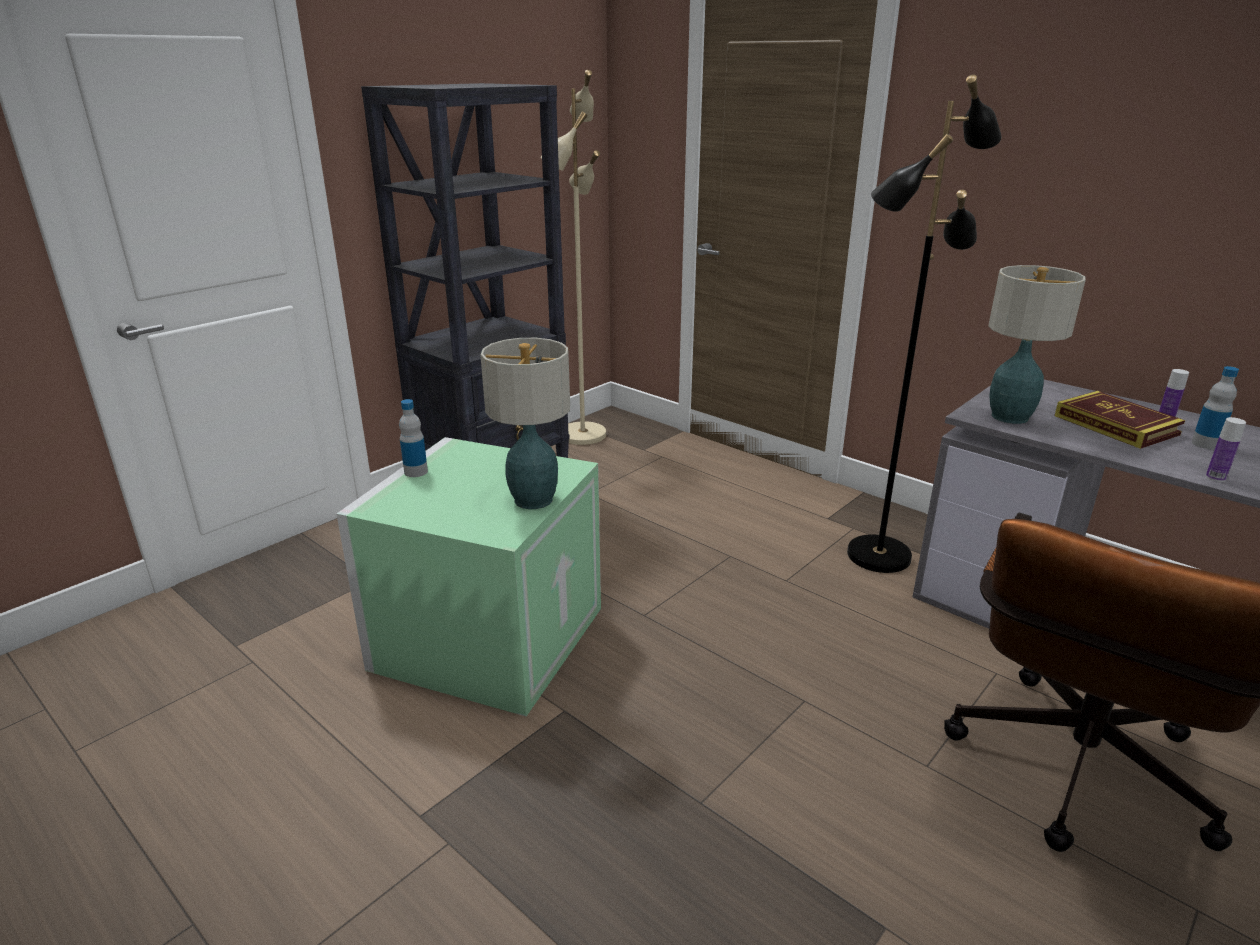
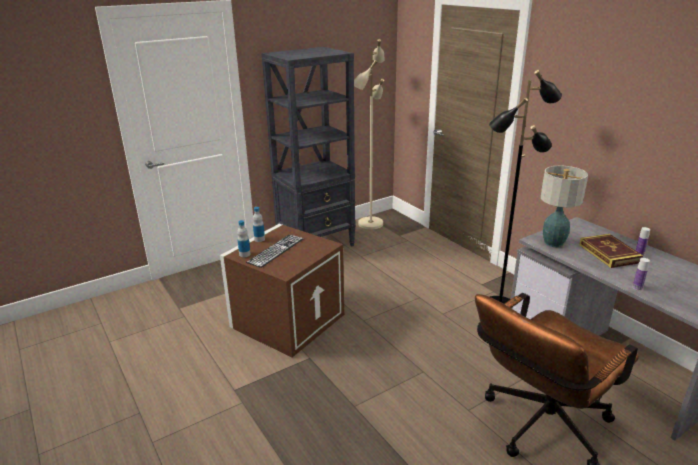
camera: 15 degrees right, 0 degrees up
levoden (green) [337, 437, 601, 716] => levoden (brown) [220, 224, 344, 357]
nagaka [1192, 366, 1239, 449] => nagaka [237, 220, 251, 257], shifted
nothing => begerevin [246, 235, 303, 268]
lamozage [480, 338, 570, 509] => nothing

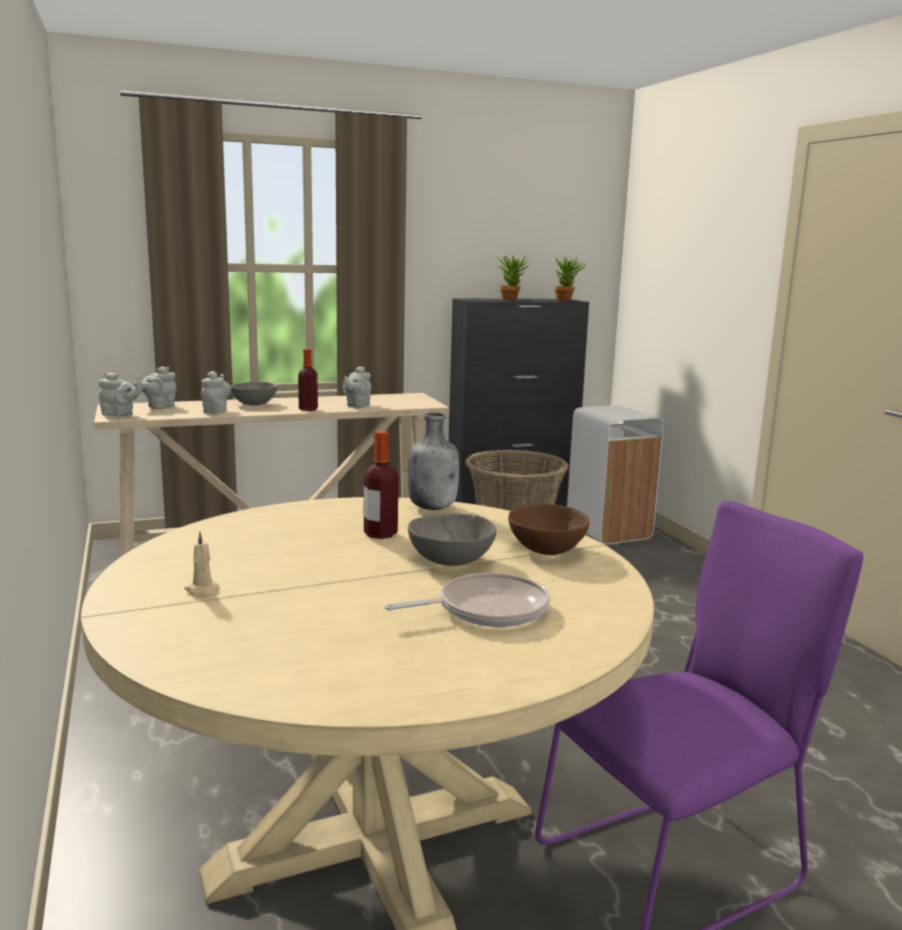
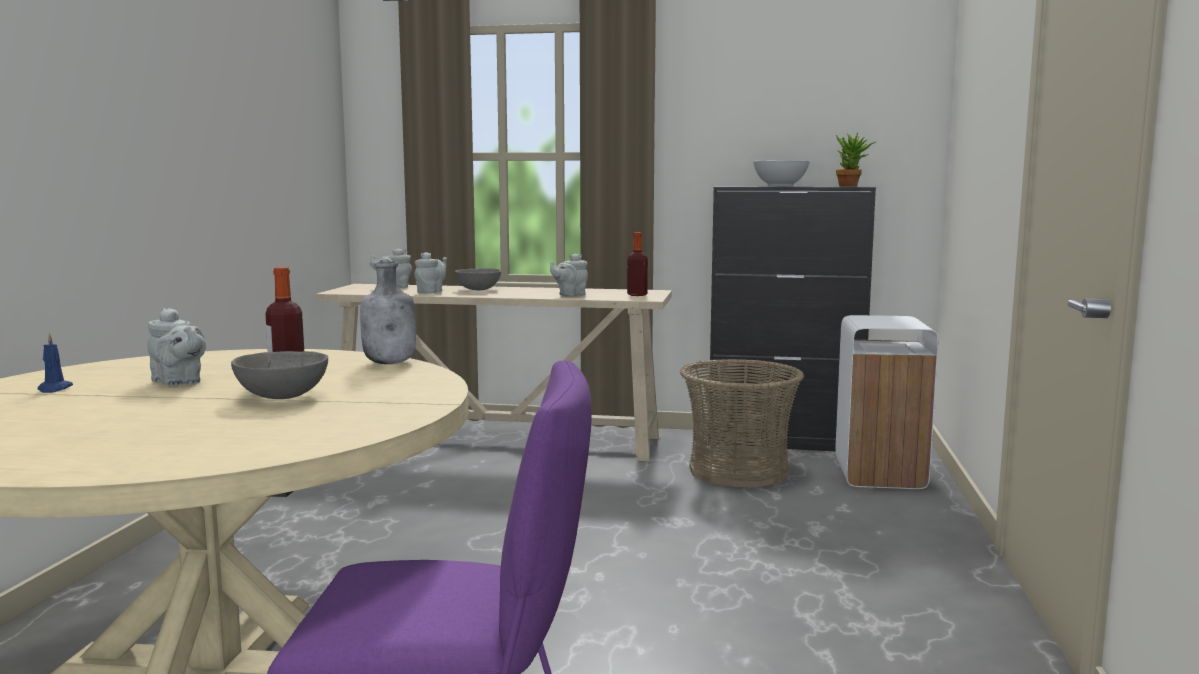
camera: 30 degrees right, 5 degrees down
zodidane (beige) [184, 532, 220, 598] => zodidane (blue) [38, 333, 73, 393]
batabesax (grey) [99, 372, 142, 416] => batabesax (grey) [148, 308, 206, 385], shifted
nagaka [298, 349, 318, 411] => nagaka [627, 232, 648, 296], shifted
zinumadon [497, 255, 529, 300] => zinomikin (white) [753, 160, 810, 186]
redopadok [385, 573, 550, 627] => nothing
zinomikin (brown) [508, 504, 590, 555] => nothing

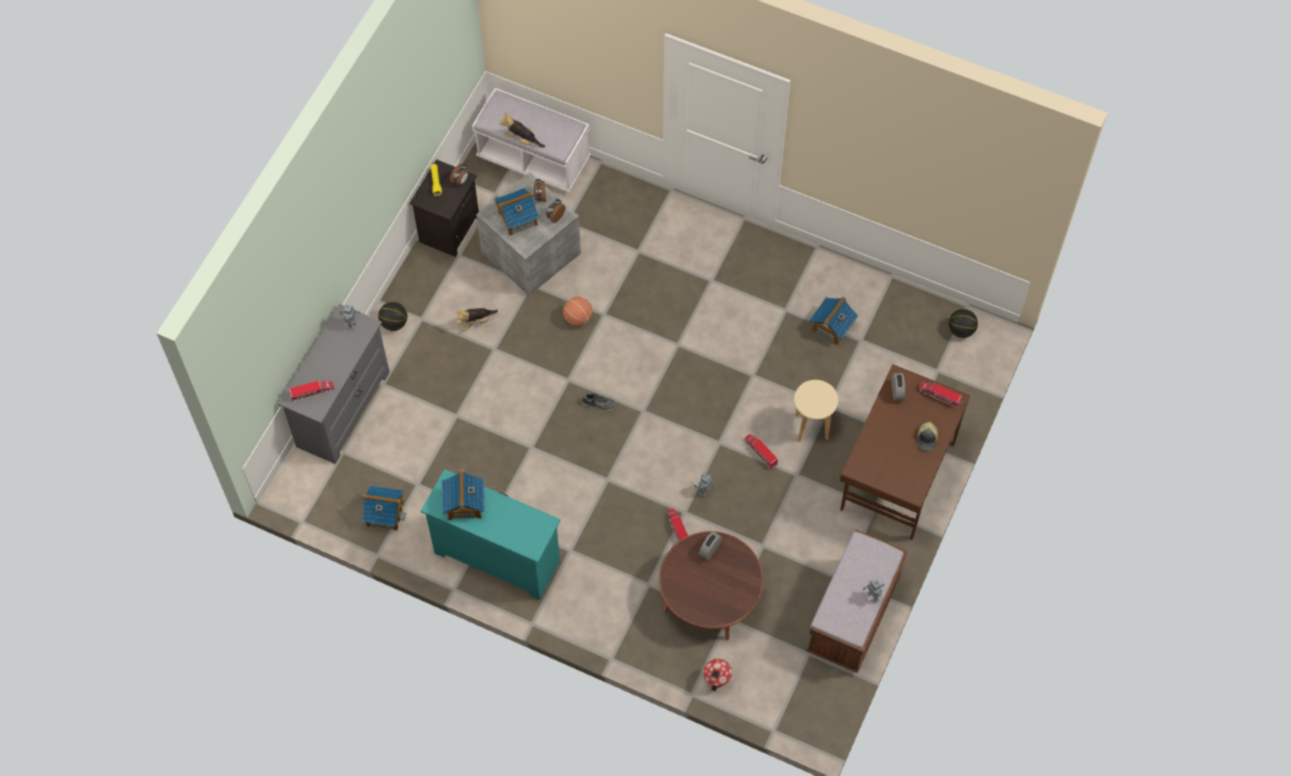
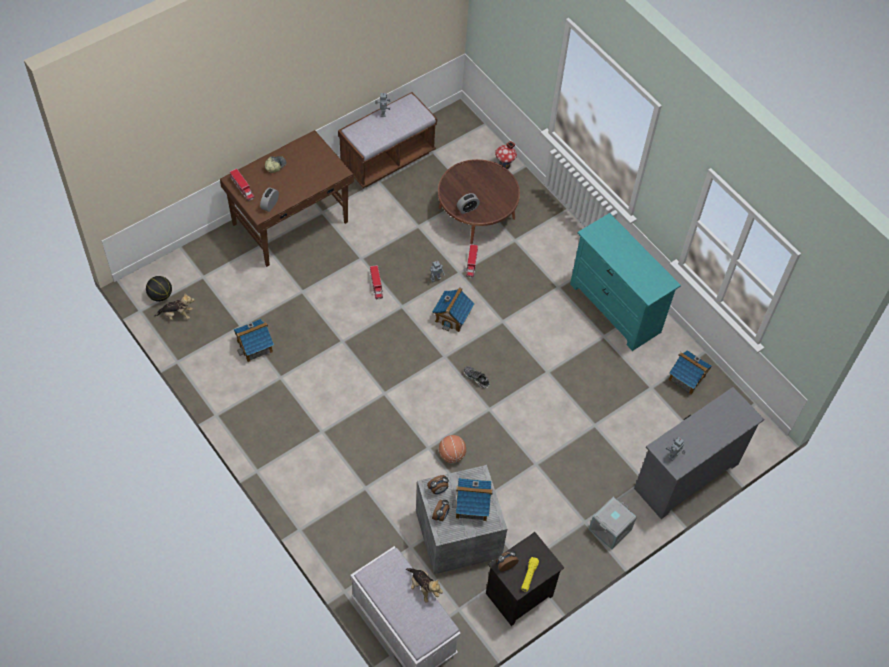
camera: 155 degrees left, 5 degrees down
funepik [456, 308, 498, 331] => funepik [155, 293, 195, 320], shifted
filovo [442, 470, 484, 520] => filovo [432, 287, 475, 332], shifted
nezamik [378, 302, 407, 331] => levoden (grey) [589, 497, 637, 549]
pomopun [289, 380, 334, 402] => nothing
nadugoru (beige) [794, 380, 838, 442] => nothing

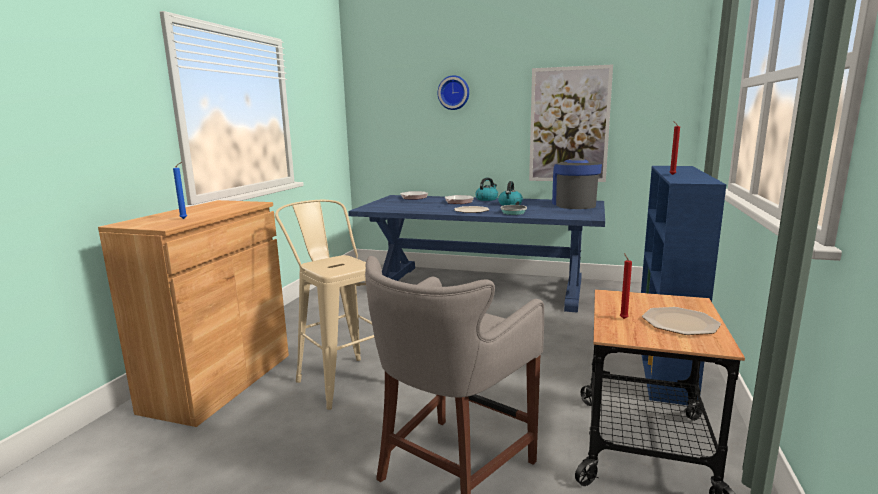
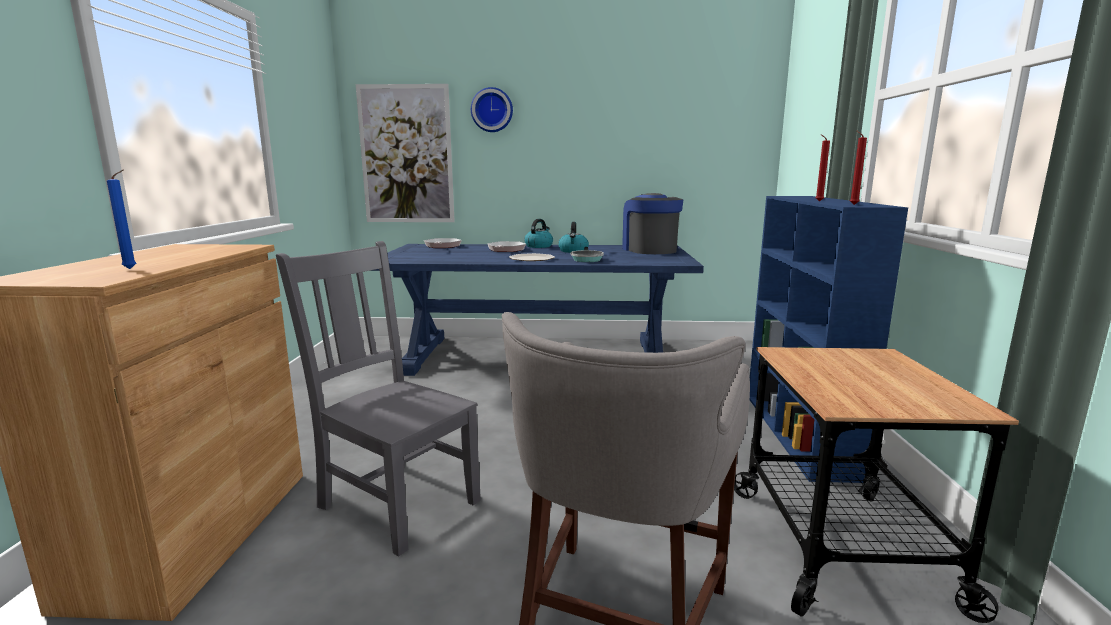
camera: 15 degrees left, 0 degrees up
nadugoru (beige) [275, 200, 374, 410] => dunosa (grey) [276, 241, 481, 557]
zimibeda [529, 64, 613, 182] => zimibeda [356, 84, 455, 222], shifted
zodidane (red) [620, 253, 632, 319] => zodidane (red) [850, 130, 867, 205], shifted
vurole [642, 307, 721, 335] => nothing

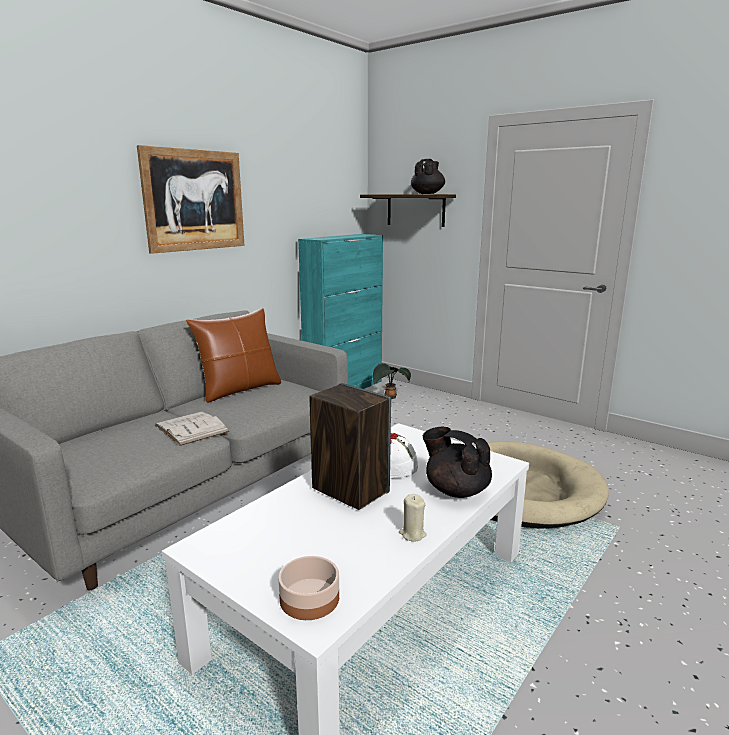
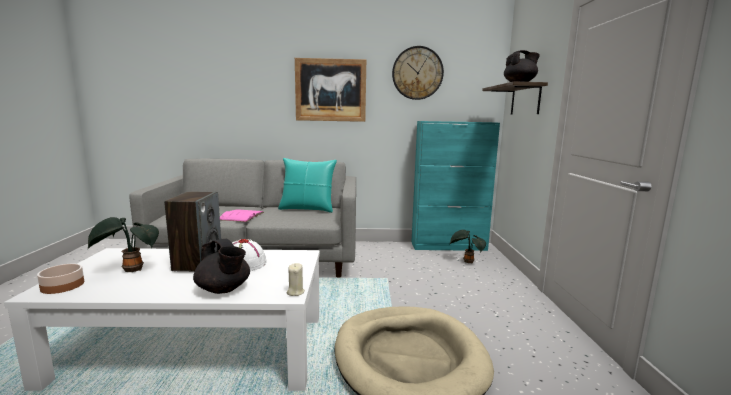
camera: 50 degrees right, 5 degrees down
nothing => zinumadon [88, 217, 159, 272]
batabesax (black) [423, 426, 492, 498] => batabesax (black) [193, 239, 250, 294], 135 degrees clockwise
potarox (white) [155, 411, 230, 446] => potarox (pink) [220, 209, 264, 222]
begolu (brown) [186, 308, 281, 403] => begolu (turquoise) [278, 158, 337, 213]
zodidane (beige) [399, 494, 427, 542] => zodidane (beige) [287, 263, 305, 296], shifted
nothing => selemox [392, 46, 444, 100]

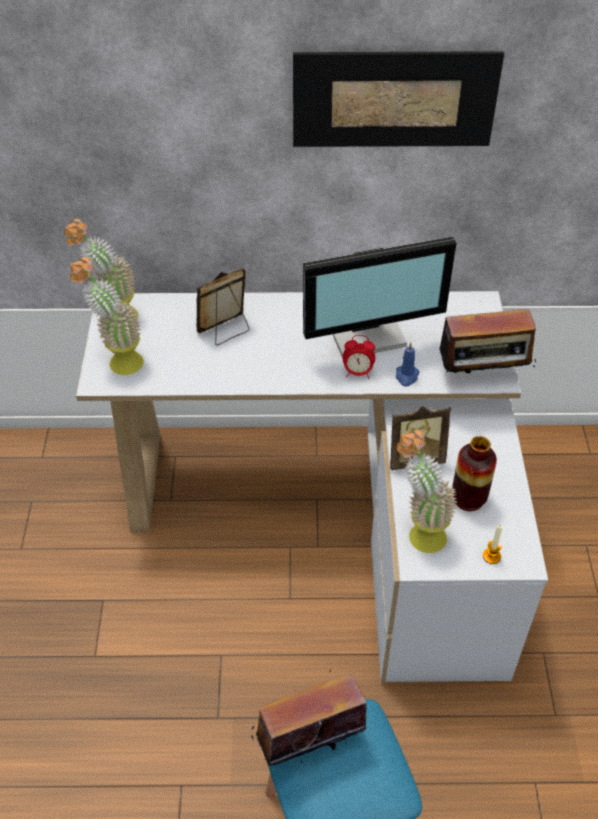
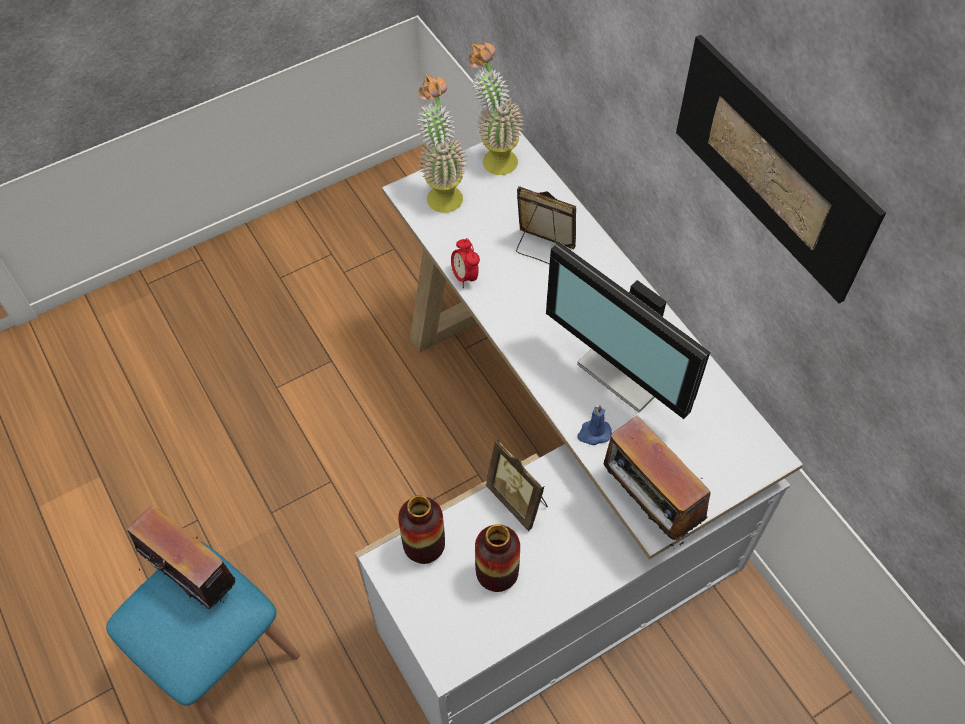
camera: 60 degrees right, 10 degrees up
zinumadon [397, 430, 458, 553] => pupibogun [398, 495, 445, 564]
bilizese [343, 335, 375, 379] => bilizese [451, 238, 480, 288], shifted
zodidane [483, 525, 502, 564] => nothing

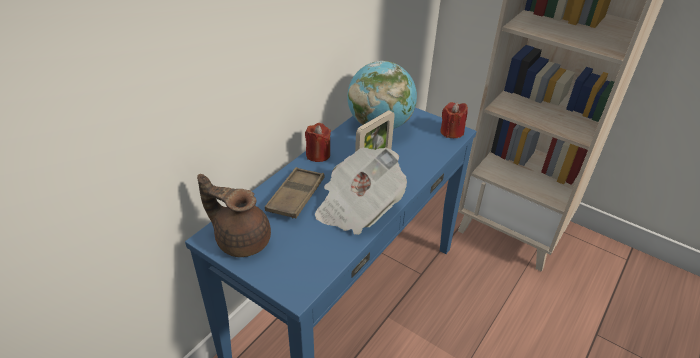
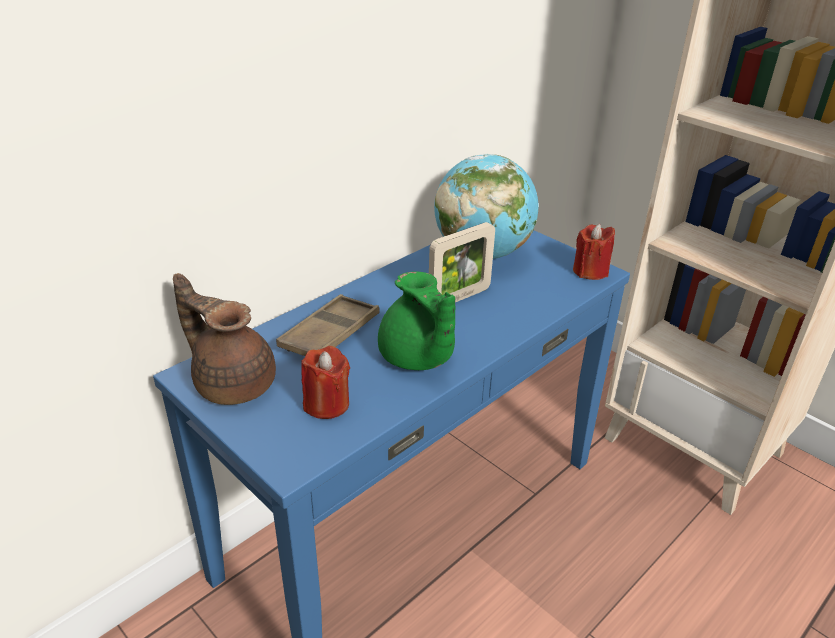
camera: 10 degrees right, 5 degrees down
zodidane (red) [305, 123, 331, 162] => zodidane (red) [301, 346, 350, 419], shifted
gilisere [315, 147, 407, 235] => batabesax (green) [378, 272, 455, 370]

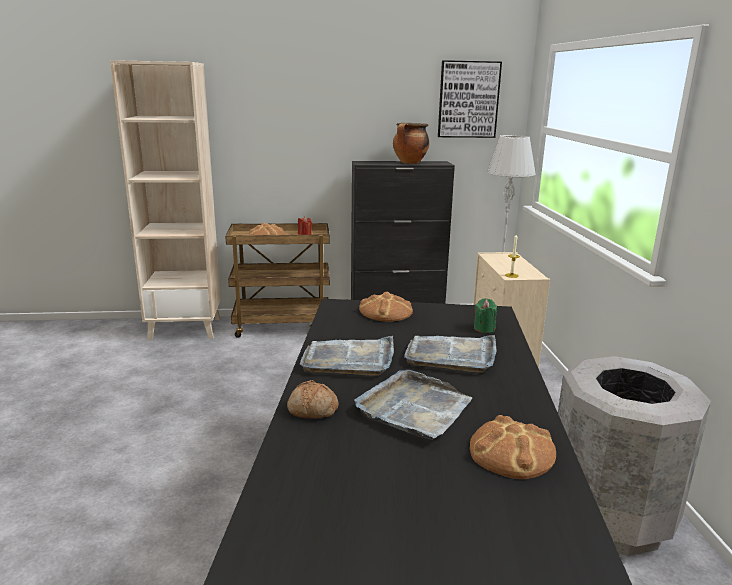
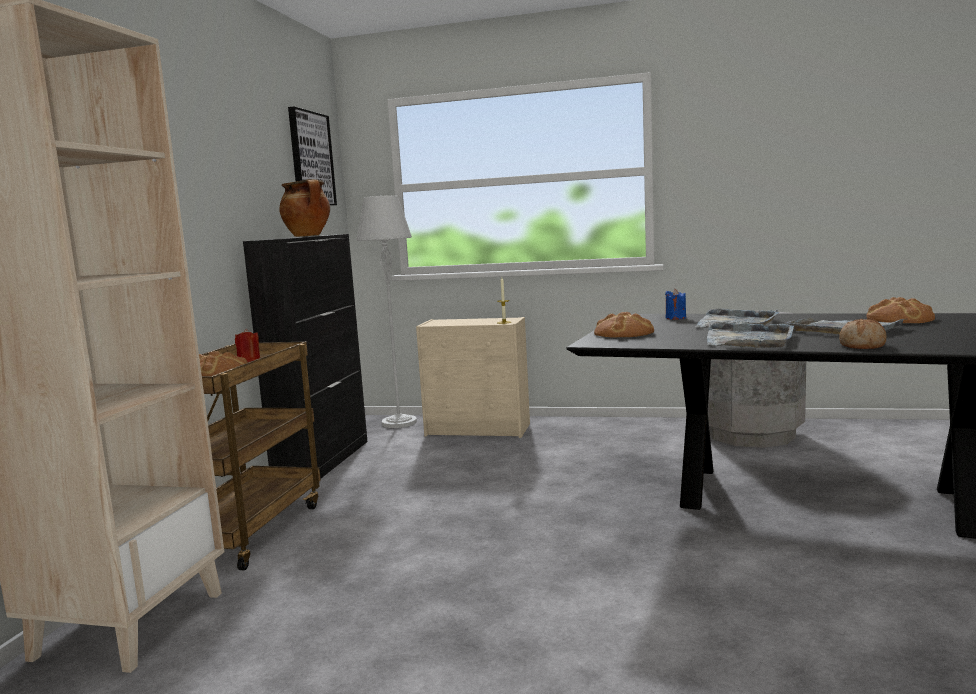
camera: 70 degrees left, 10 degrees down
zodidane (green) [474, 298, 497, 333] => zodidane (blue) [665, 289, 686, 320]

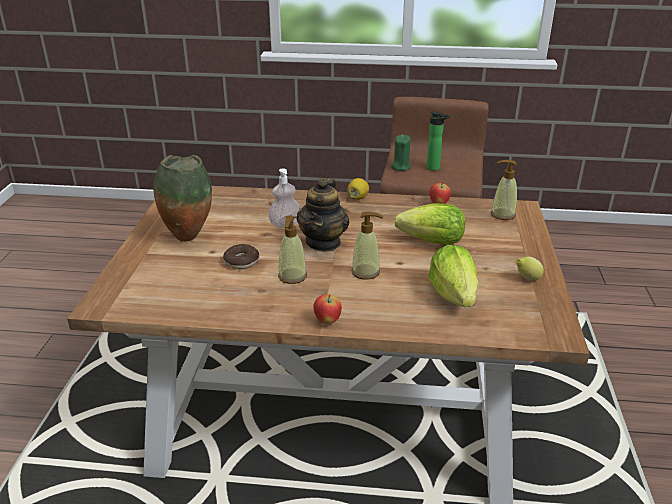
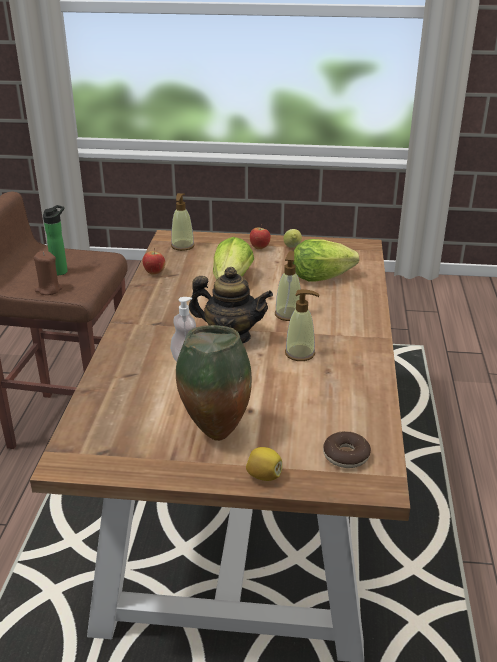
camera: 90 degrees left, 0 degrees up
zodidane (green) [391, 135, 411, 171] => zodidane (brown) [34, 251, 62, 295]
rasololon [347, 178, 369, 200] => rasololon [246, 447, 282, 481], shifted
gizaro [313, 294, 342, 324] => gizaro [250, 224, 271, 249], shifted
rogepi [223, 244, 259, 269] => rogepi [323, 431, 371, 468], shifted

